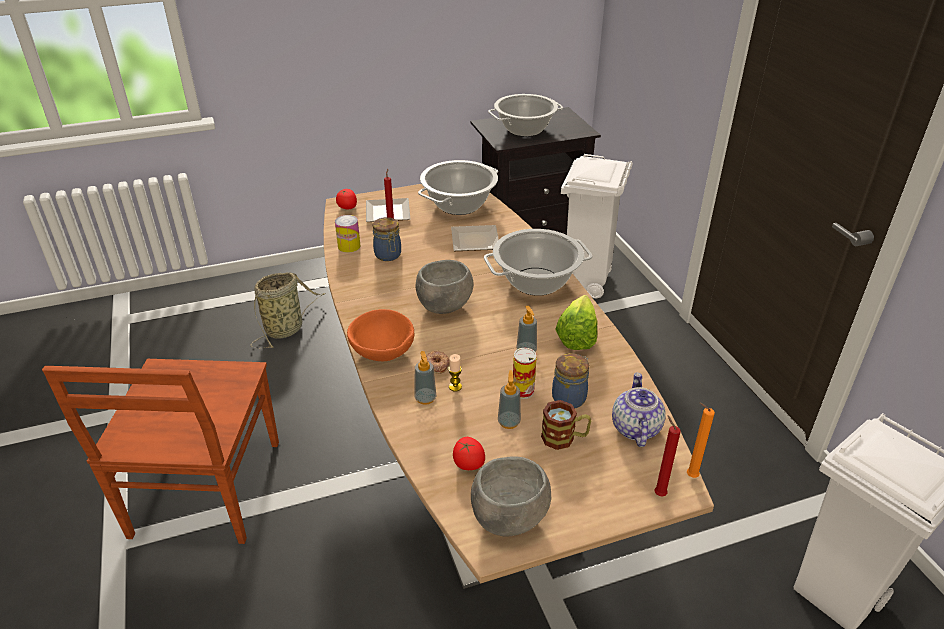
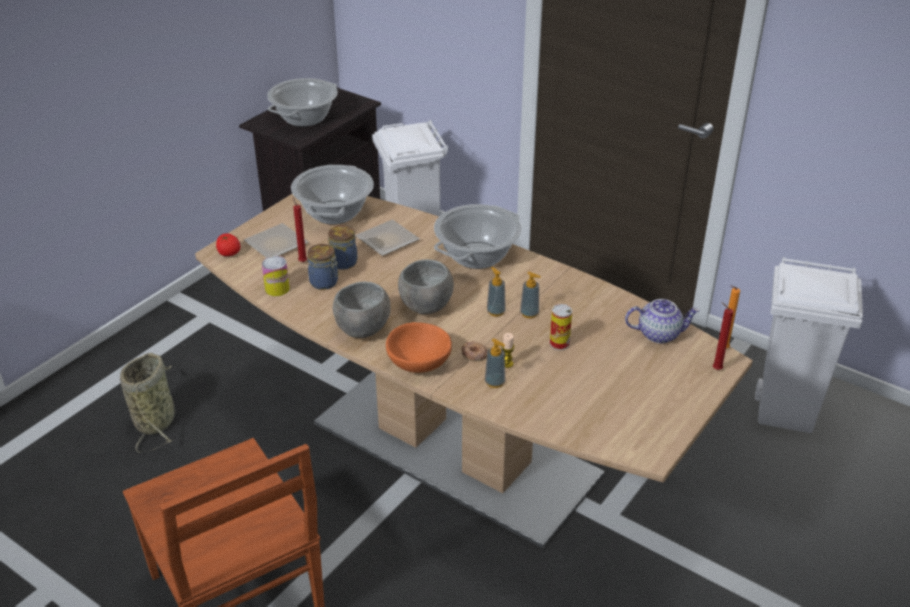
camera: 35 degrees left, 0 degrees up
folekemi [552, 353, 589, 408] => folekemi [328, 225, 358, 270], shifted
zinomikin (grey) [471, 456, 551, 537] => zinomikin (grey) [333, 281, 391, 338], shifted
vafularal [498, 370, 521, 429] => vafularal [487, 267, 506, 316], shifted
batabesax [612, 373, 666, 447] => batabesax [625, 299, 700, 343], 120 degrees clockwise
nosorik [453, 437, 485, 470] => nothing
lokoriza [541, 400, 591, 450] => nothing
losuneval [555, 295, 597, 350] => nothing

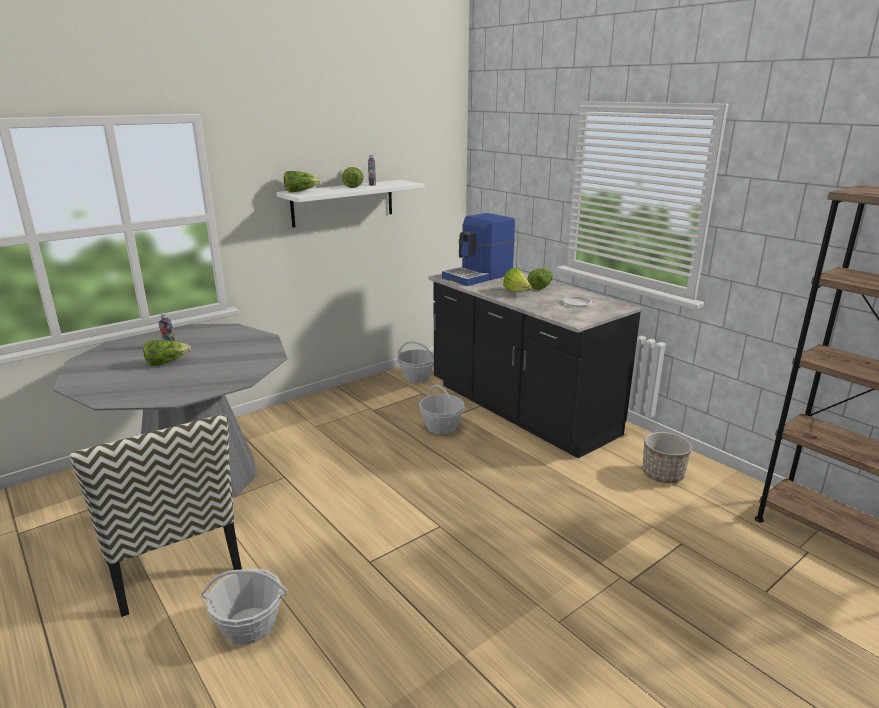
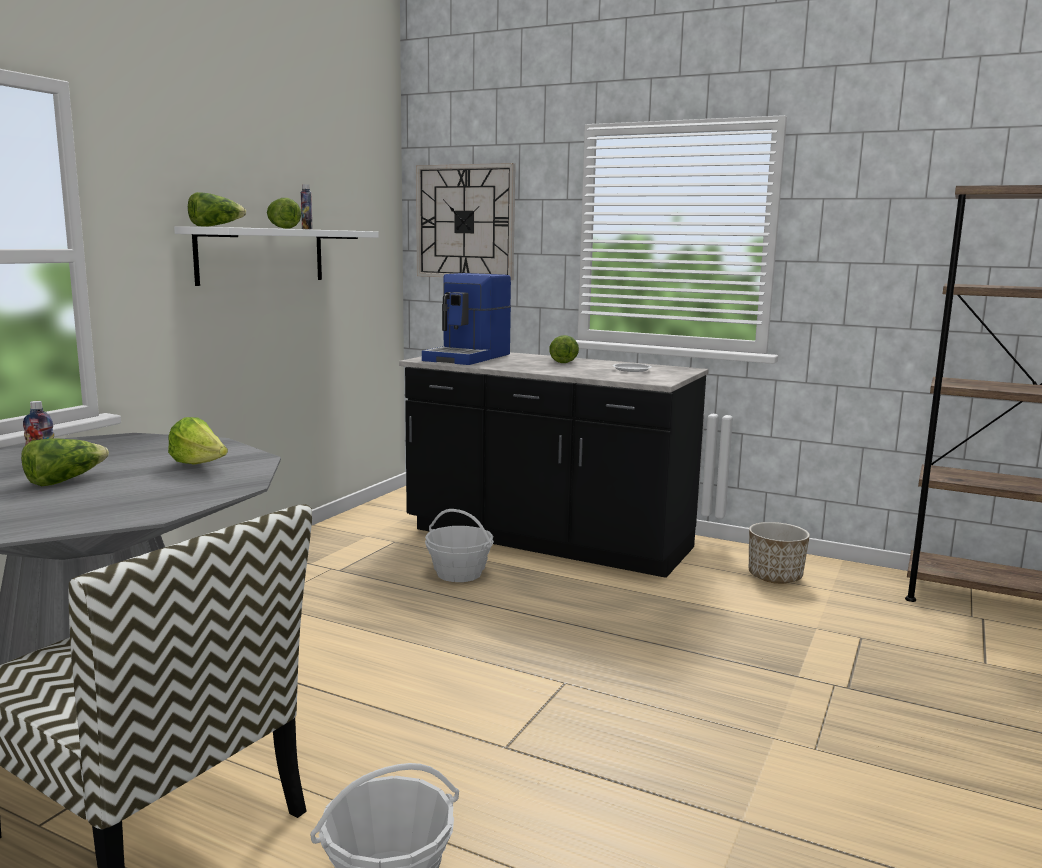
camera: 25 degrees left, 10 degrees down
losuneval [503, 268, 532, 292] => losuneval [168, 417, 228, 465], shifted
nothing => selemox [416, 163, 515, 280]
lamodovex [397, 341, 434, 383] => nothing

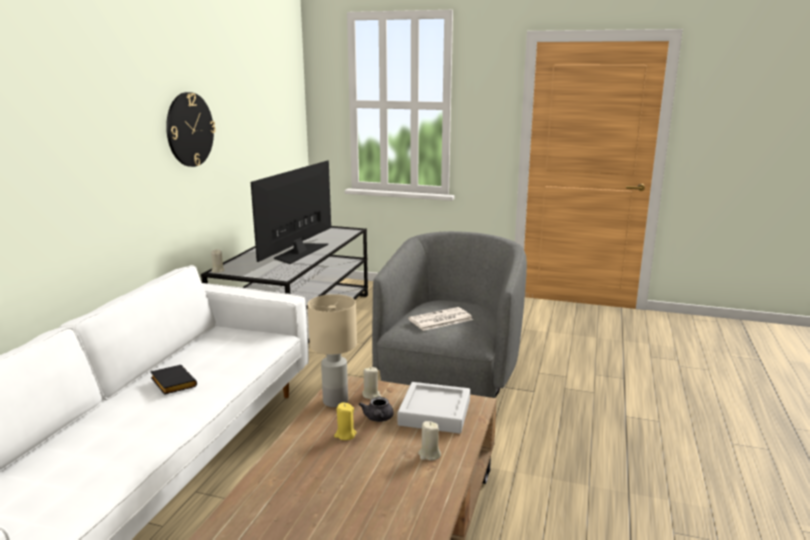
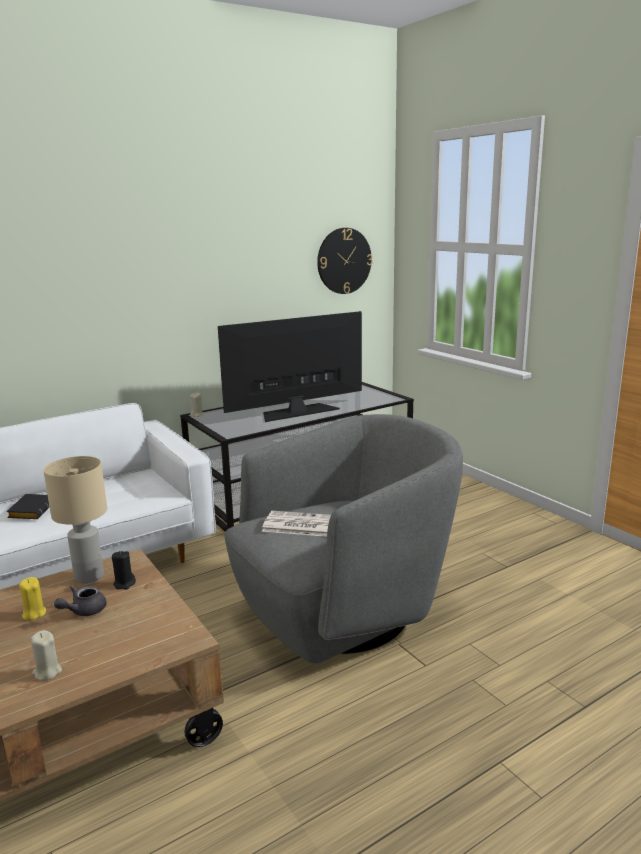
camera: 40 degrees right, 0 degrees up
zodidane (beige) [362, 367, 381, 399] => zodidane (black) [112, 551, 136, 590]
selemox [166, 92, 216, 167] => selemox [317, 228, 373, 294], shifted
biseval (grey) [398, 382, 470, 434] => nothing

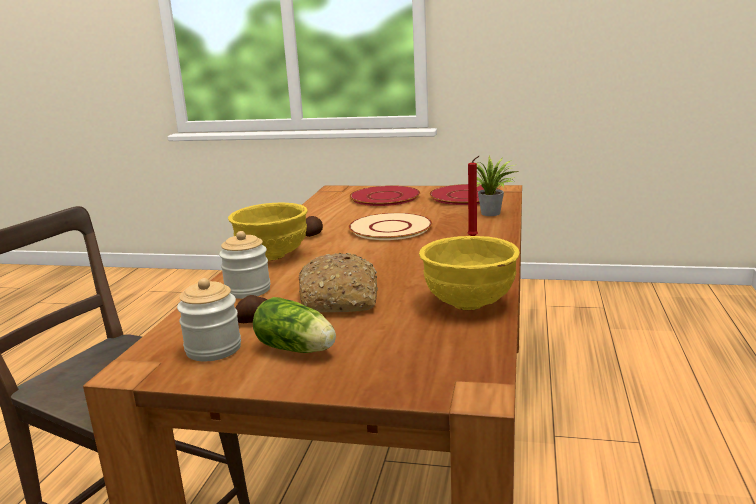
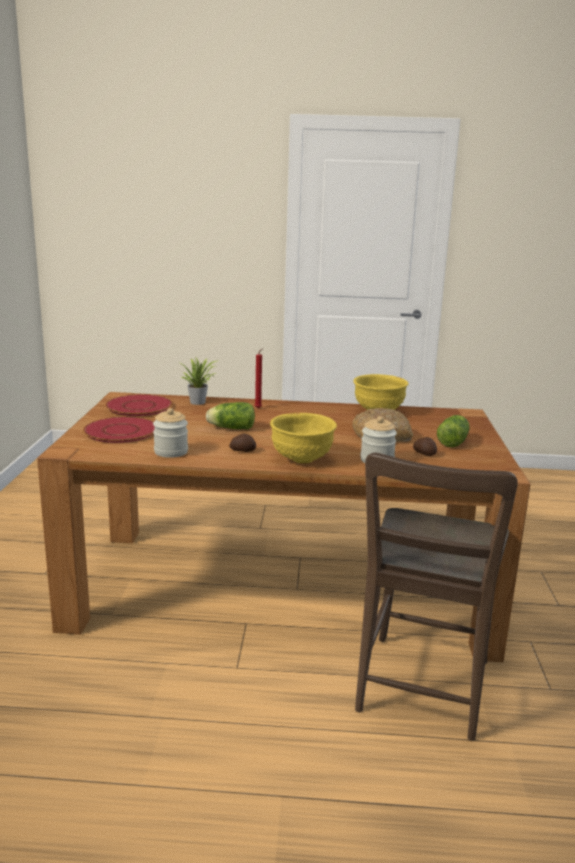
camera: 100 degrees left, 0 degrees up
folekemi [177, 278, 241, 361] => folekemi [153, 408, 188, 458], shifted
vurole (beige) [349, 213, 432, 240] => losuneval [206, 402, 255, 429]

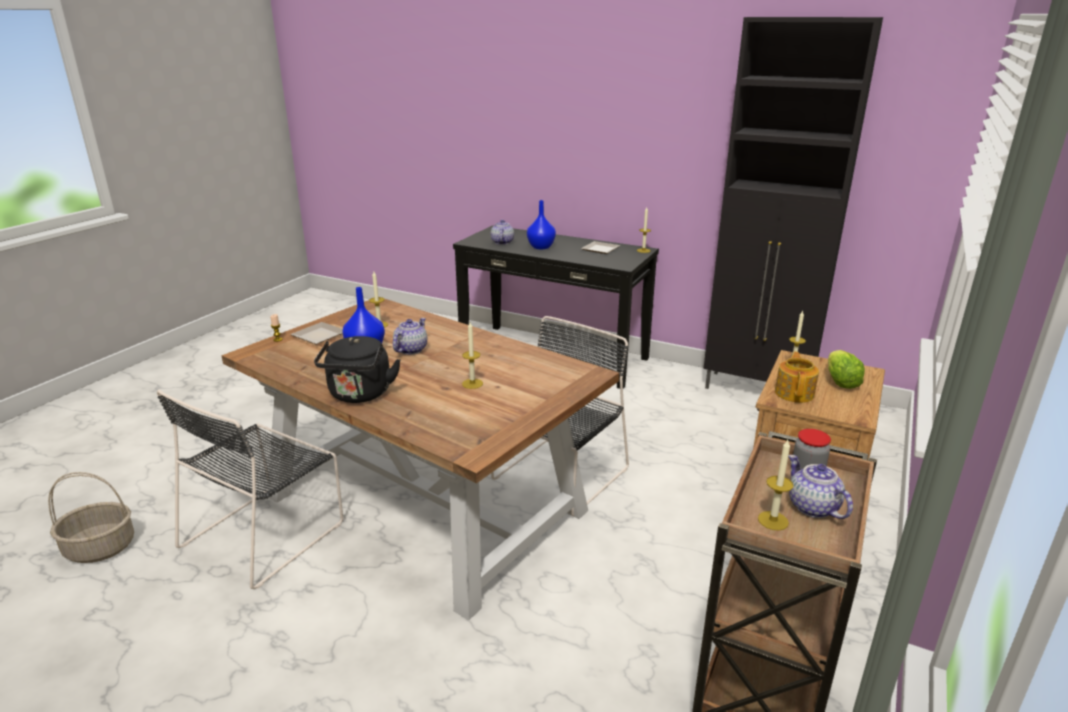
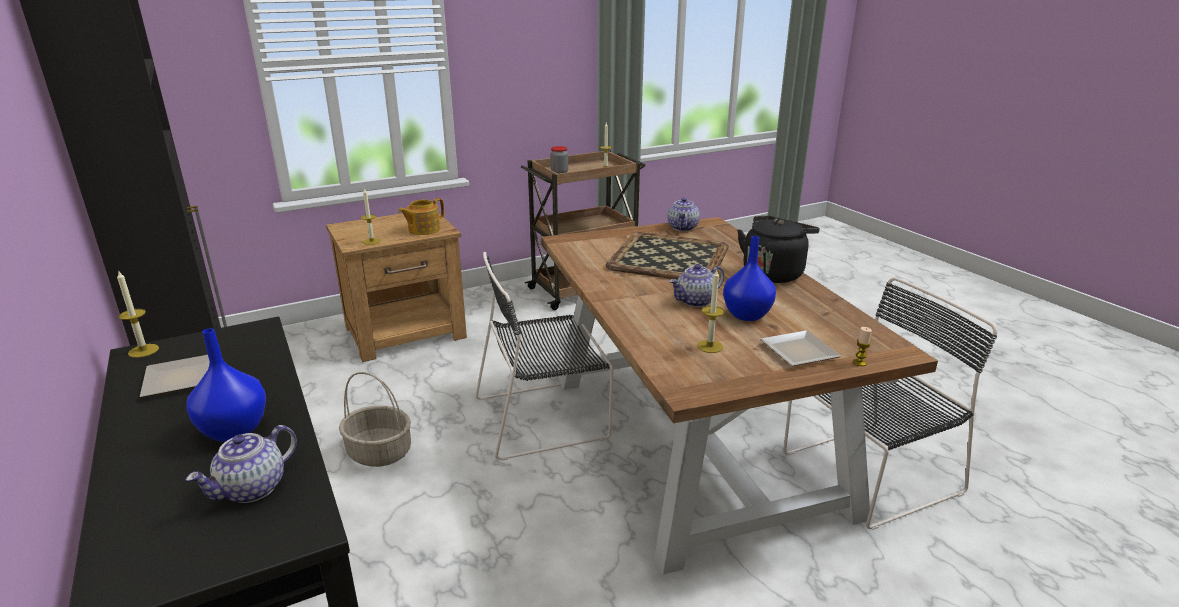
camera: 145 degrees left, 0 degrees up
lamodovex [48, 472, 134, 563] => lamodovex [339, 372, 411, 467], shifted
zodidane [462, 322, 483, 389] => biseval [605, 232, 729, 280]
batabesax [788, 455, 853, 519] => batabesax [668, 197, 700, 231], shifted
losuneval [828, 350, 865, 389] => nothing

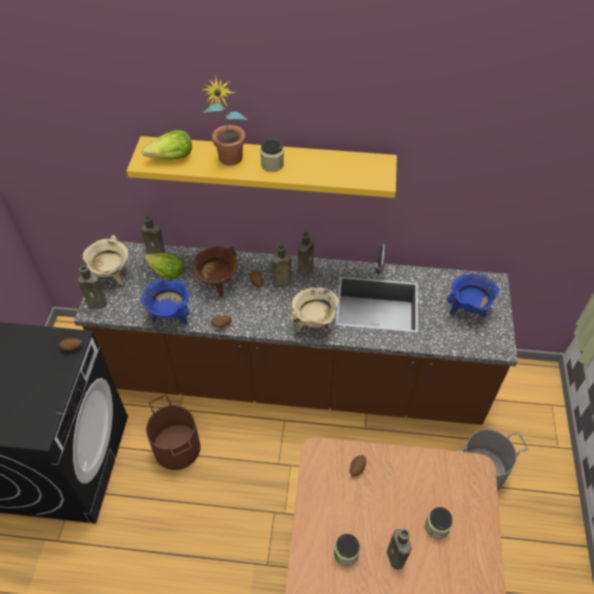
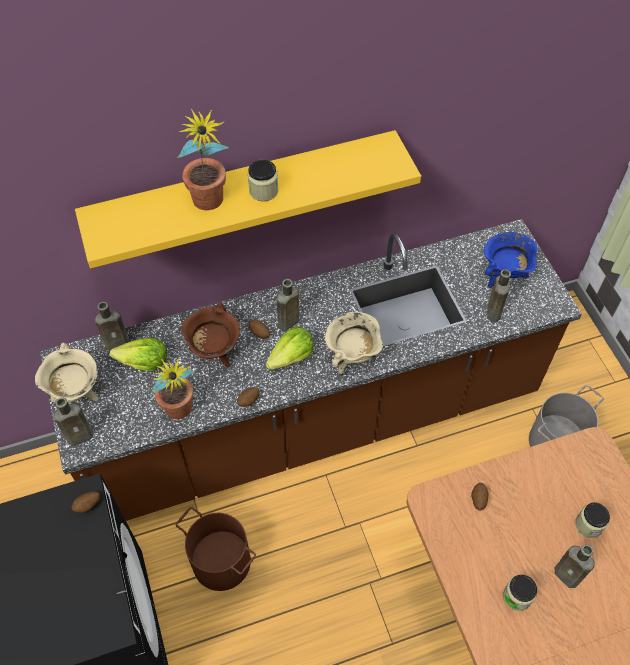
camera: 25 degrees left, 5 degrees up
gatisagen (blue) [141, 279, 190, 325] => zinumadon [151, 357, 194, 419]
losuneval [142, 130, 192, 160] => losuneval [265, 326, 314, 370], shifted
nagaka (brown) [298, 232, 314, 277] => nagaka (brown) [487, 269, 511, 322], shifted

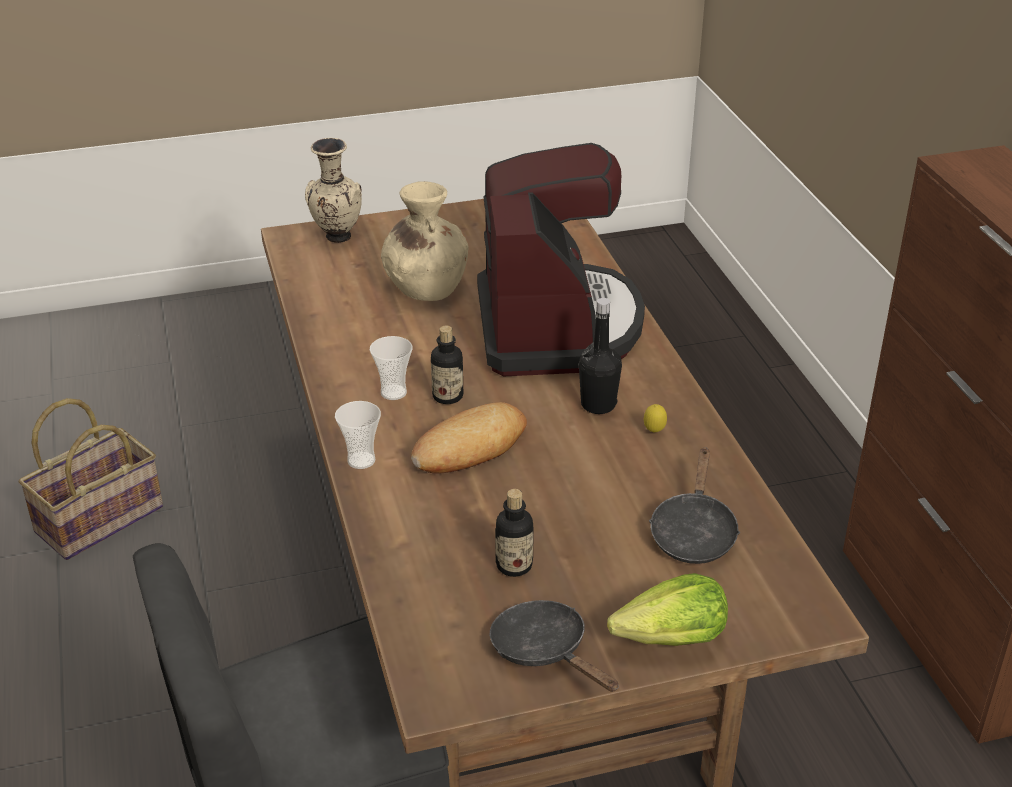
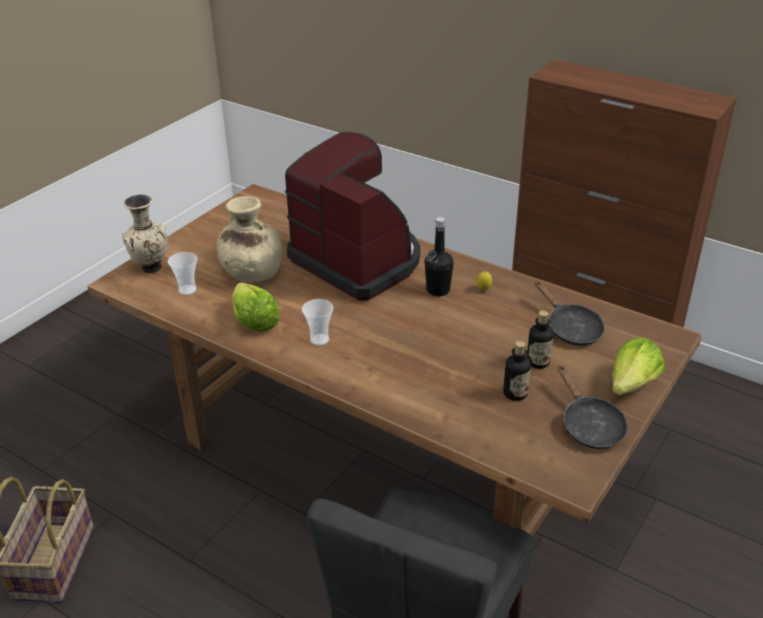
camera: 40 degrees left, 0 degrees up
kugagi [335, 401, 381, 469] => kugagi [168, 252, 197, 295], shifted
nothing => losuneval [232, 282, 280, 332]
nagaka [431, 326, 463, 404] => nagaka [527, 310, 554, 369], shifted
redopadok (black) [490, 600, 619, 692] => redopadok (black) [558, 365, 628, 449], 120 degrees counterclockwise
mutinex [411, 402, 527, 474] => nothing

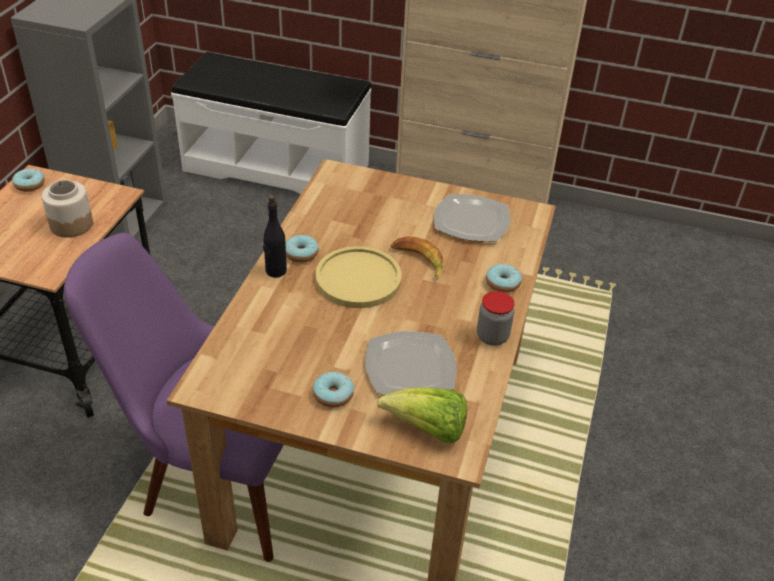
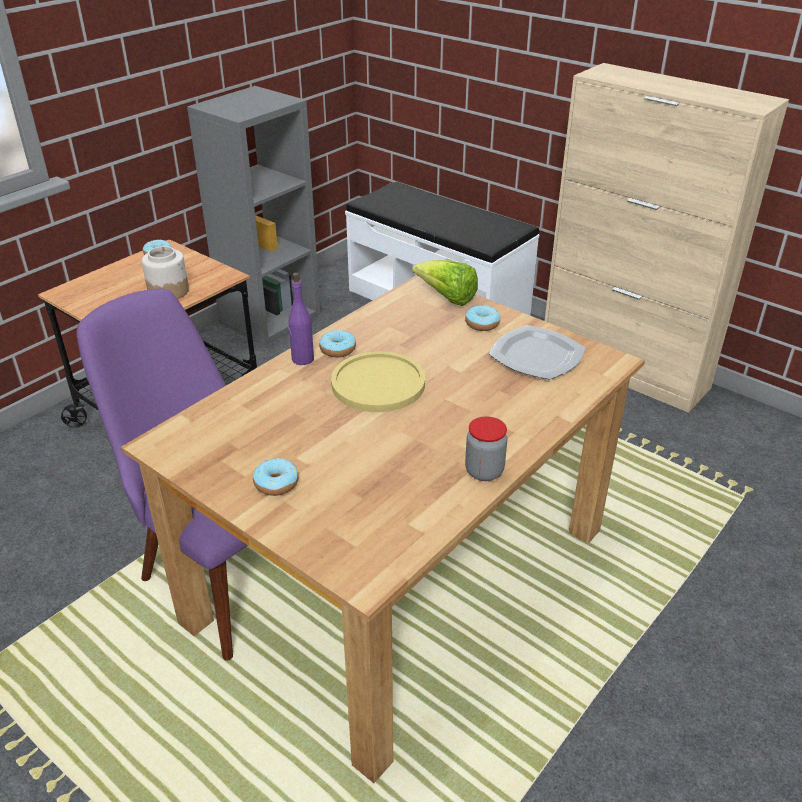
camera: 25 degrees right, 5 degrees down
nagaka (black) [263, 195, 287, 277] => nagaka (purple) [288, 272, 314, 365]
losuneval [377, 387, 467, 443] => losuneval [412, 260, 478, 306], shifted
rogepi [486, 264, 522, 293] => rogepi [465, 305, 500, 331], shifted
vurole [365, 331, 457, 395] => nothing
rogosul [391, 236, 444, 279] => nothing

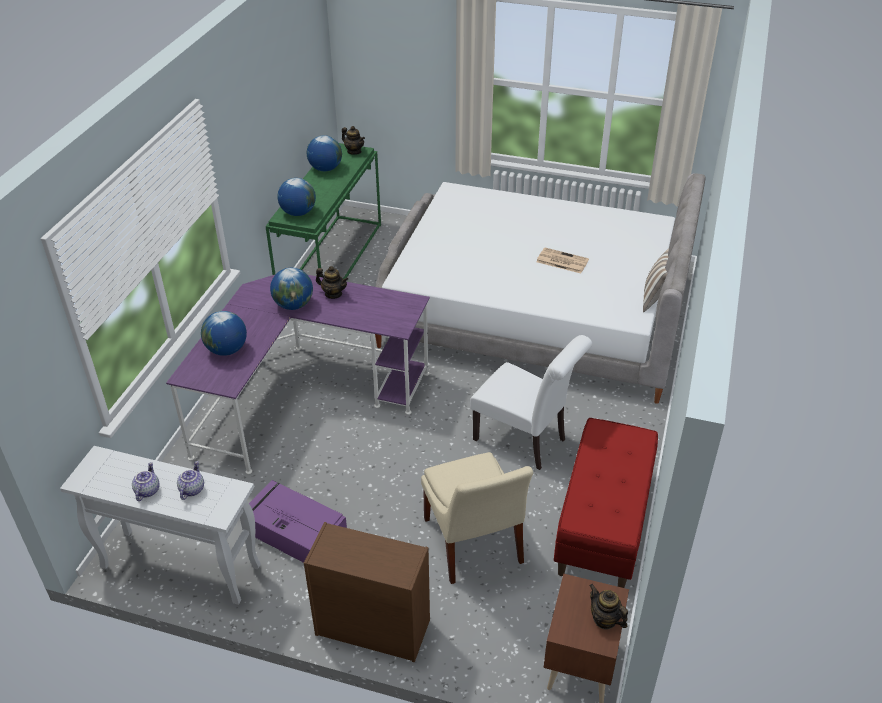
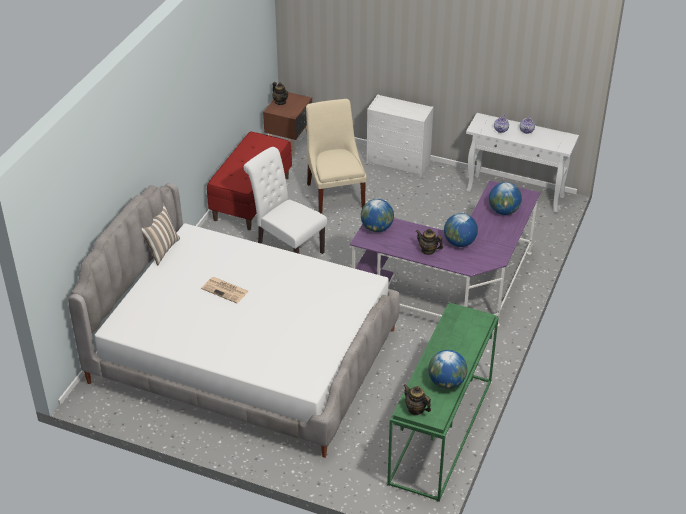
camera: 175 degrees left, 0 degrees up
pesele [277, 178, 316, 216] => pesele [361, 199, 394, 232], shifted
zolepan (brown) [304, 522, 430, 662] => zolepan (white) [366, 94, 434, 177]
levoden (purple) [249, 480, 347, 563] => nothing

